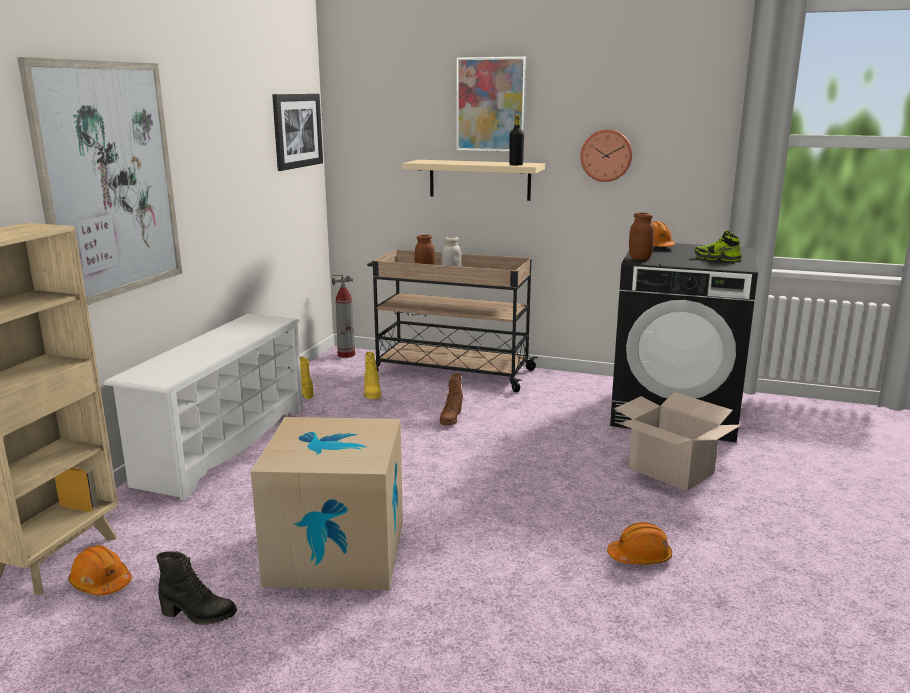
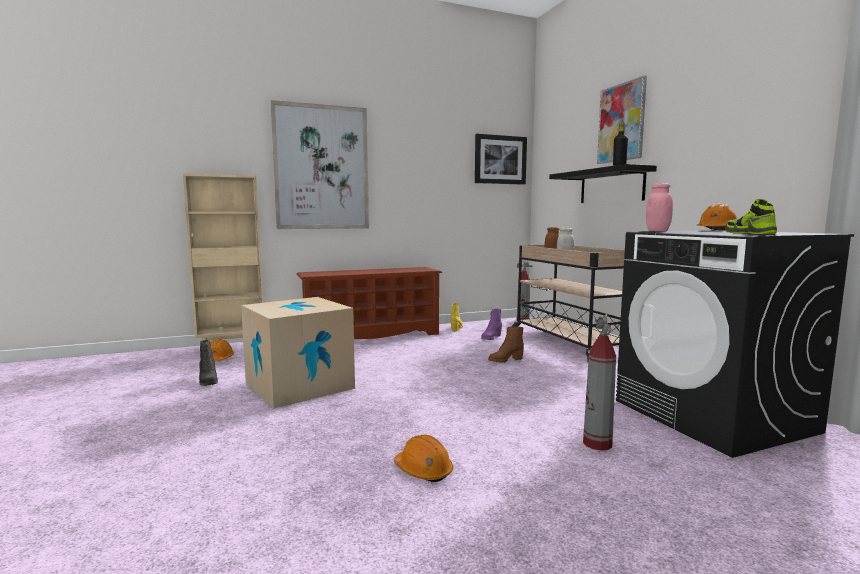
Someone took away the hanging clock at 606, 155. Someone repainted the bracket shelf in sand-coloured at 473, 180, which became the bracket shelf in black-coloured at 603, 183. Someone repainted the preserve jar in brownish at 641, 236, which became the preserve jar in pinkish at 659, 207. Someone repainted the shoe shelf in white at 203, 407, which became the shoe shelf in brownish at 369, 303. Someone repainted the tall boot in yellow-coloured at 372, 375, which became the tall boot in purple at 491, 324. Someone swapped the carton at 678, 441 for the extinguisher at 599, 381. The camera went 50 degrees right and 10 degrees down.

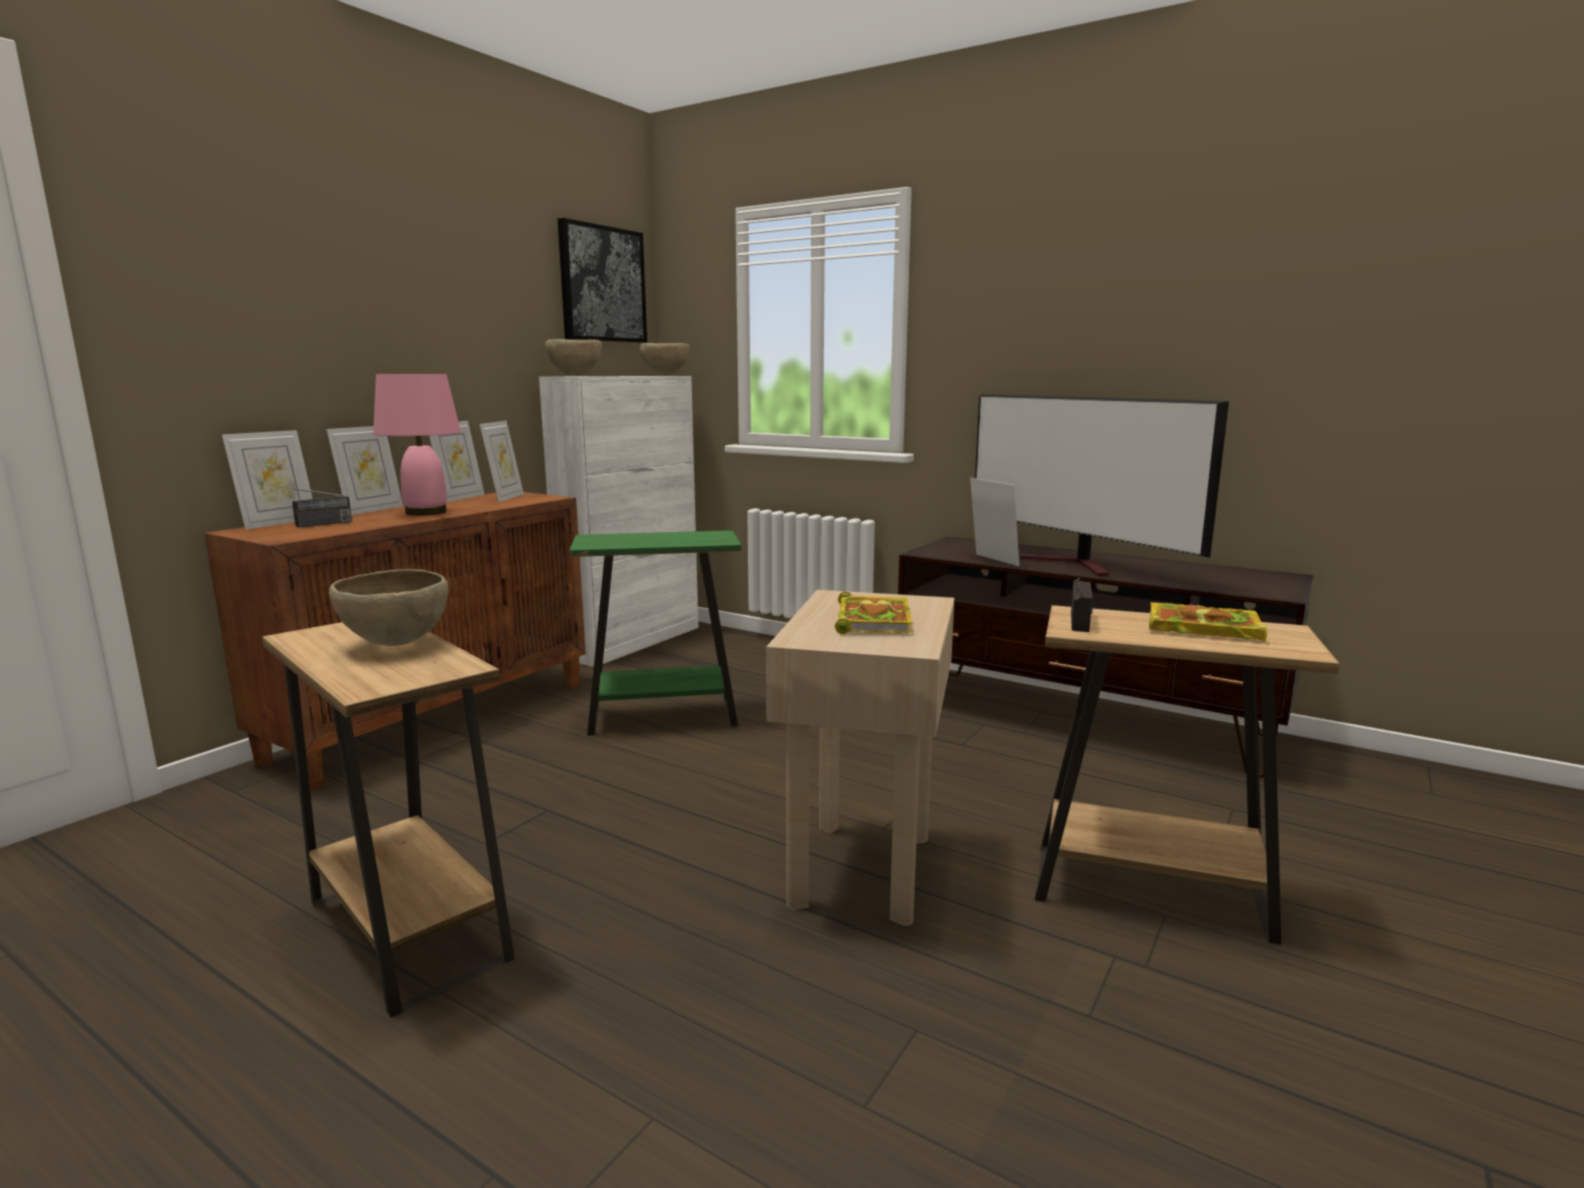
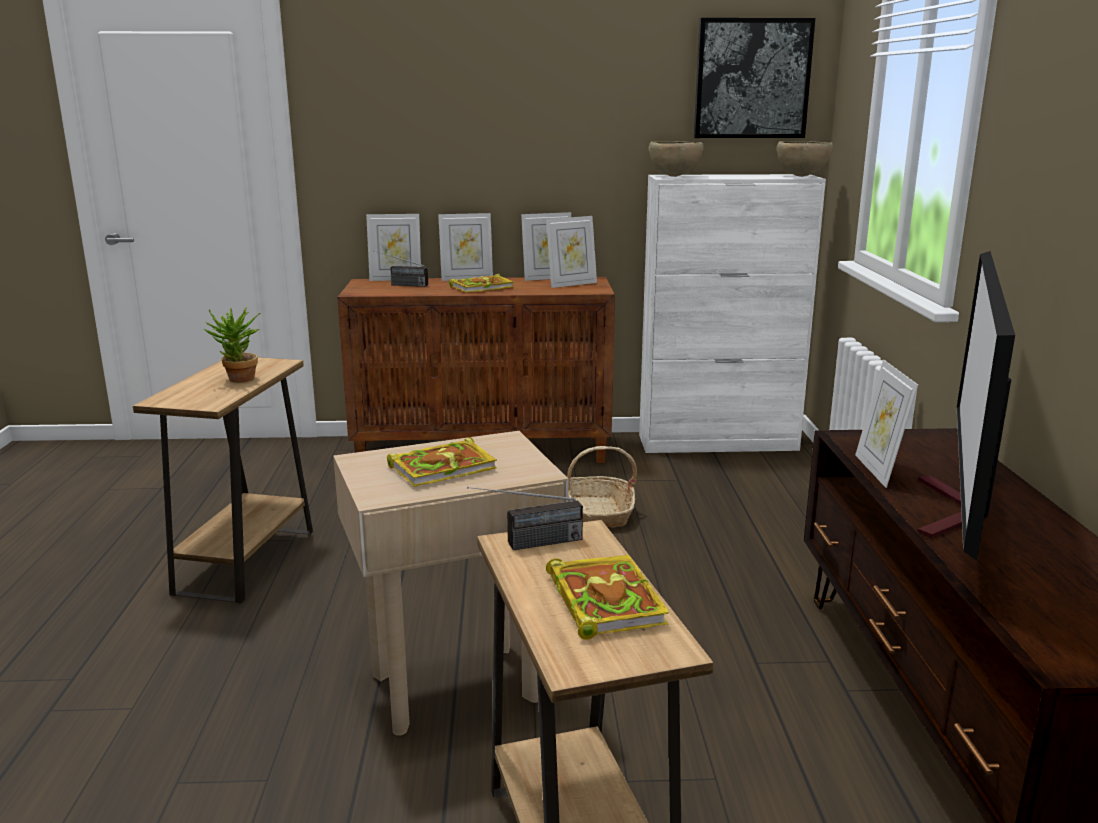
Someone swapped the tabletop lamp in pinkish at 417, 444 for the book at 481, 283. Someone rotated the picture frame at 994, 522 by 150 degrees clockwise. Someone swapped the side table in green-coloured at 655, 633 for the household basket at 602, 486. Someone swapped the deep dish in brownish at 388, 607 for the potted plant at 232, 344. The camera went 55 degrees right and 5 degrees up.

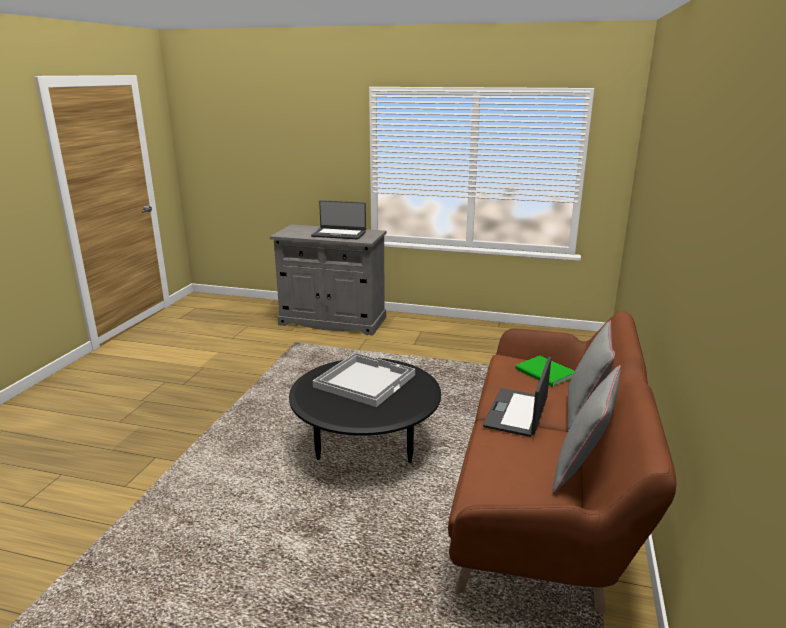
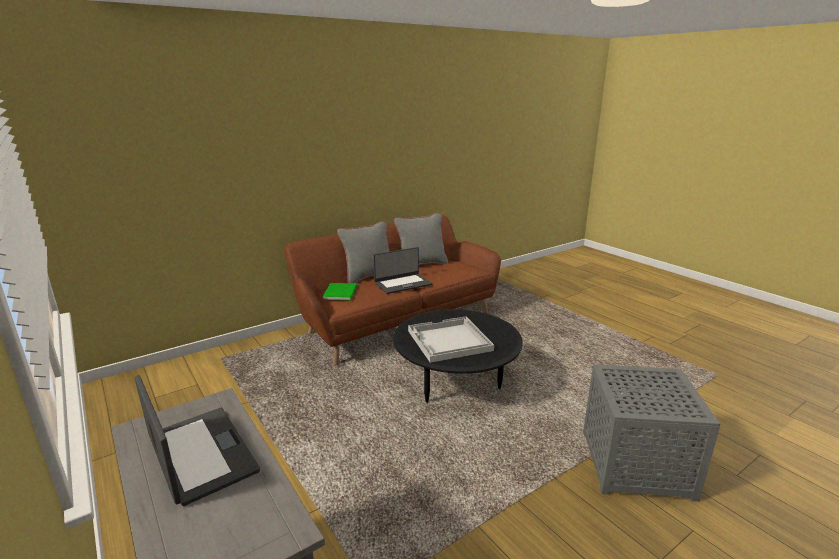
Someone put down the side table in grey at 651, 433. The camera went 140 degrees left and 0 degrees up.

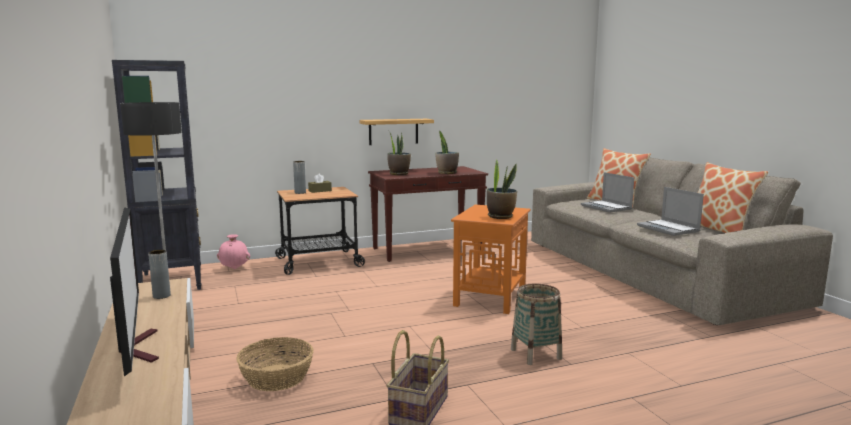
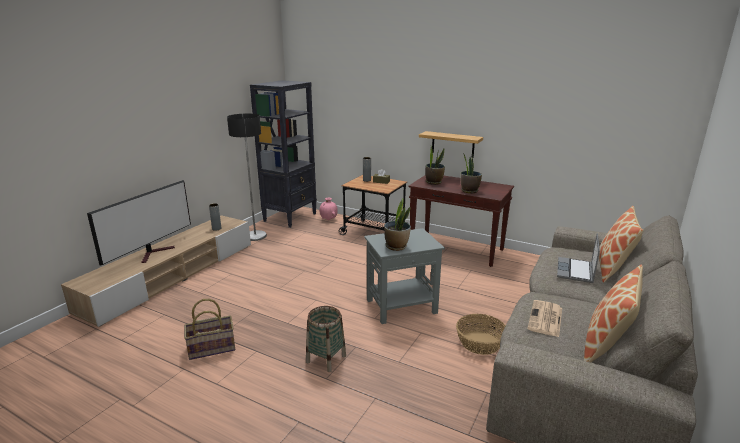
Someone swapped the portable computer at 670, 211 for the newspaper at 544, 318. Someone repainted the side table in orange-coloured at 491, 259, which became the side table in grey at 404, 276. Someone carried the household basket from 274, 364 to 481, 334. The camera went 50 degrees right and 10 degrees up.

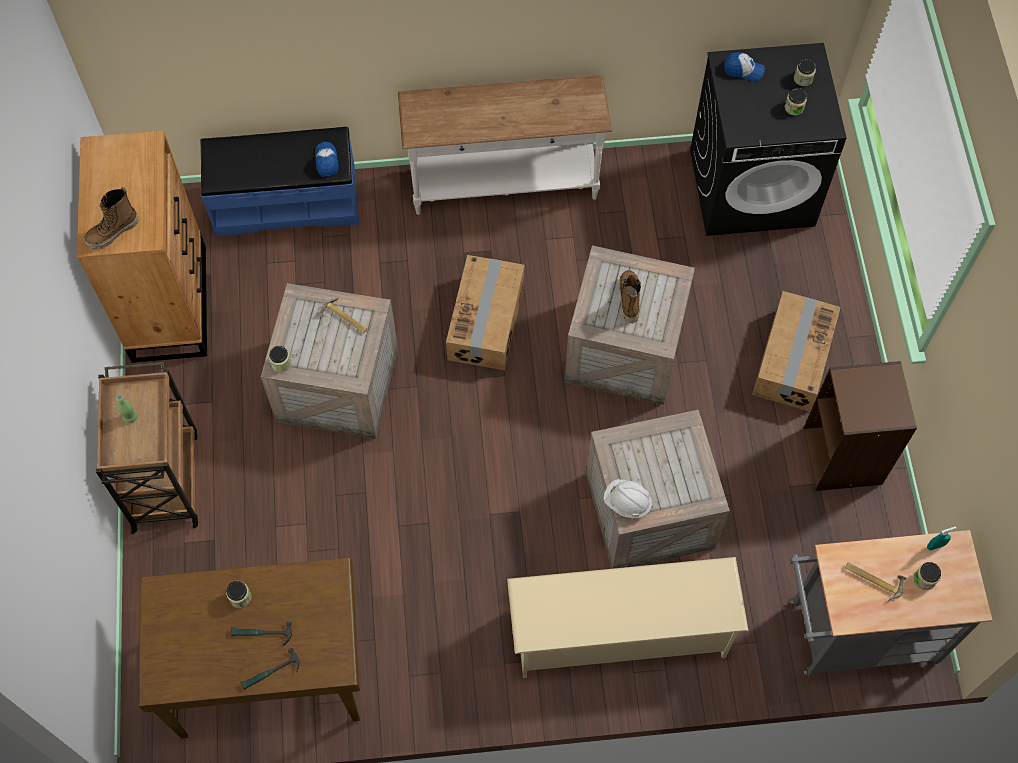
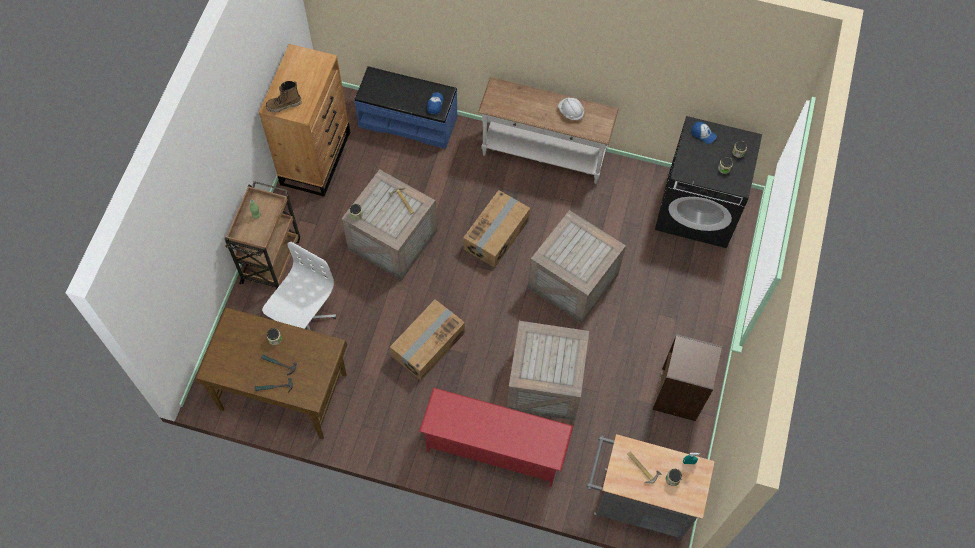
Someone took away the tall boot at 630, 296. Someone carried the carton from 796, 351 to 427, 339. Someone carried the hard hat in white from 628, 498 to 571, 109. Someone repainted the shoe shelf in sand-coloured at 628, 617, which became the shoe shelf in red at 496, 437. Someone put down the office chair in white at 299, 286. The camera went 20 degrees right and 0 degrees up.

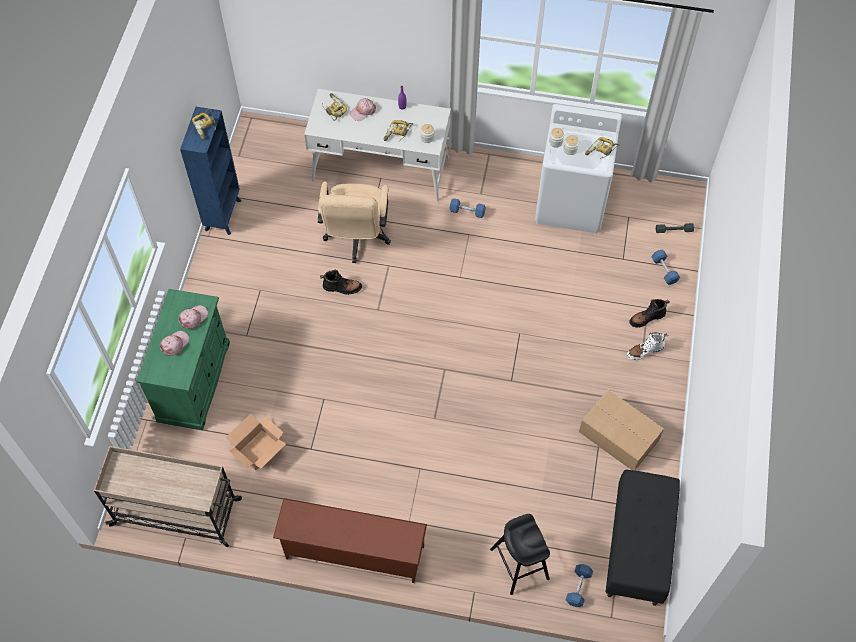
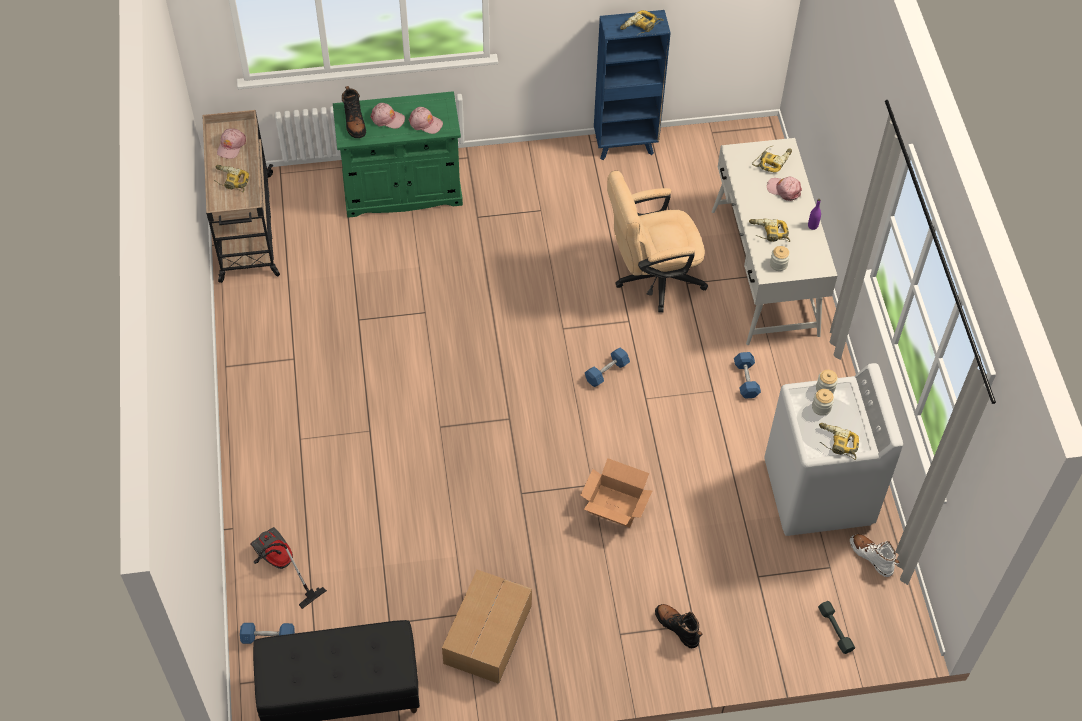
Someone carried the hand weight in blue from 665, 267 to 607, 367. Someone carried the tall boot in black-coloured from 341, 282 to 354, 112. Someone carried the tall boot in white from 647, 346 to 875, 555. Someone carried the carton from 256, 442 to 617, 493. Someone took away the shoe shelf in brownish at 350, 540. Someone swapped the stool seat in black-coloured at 520, 554 for the vacuum cleaner at 288, 568. Someone put down the baseball cap in pinkish at 231, 143. Someone put down the electric drill at 231, 178. The camera went 70 degrees right and 5 degrees down.

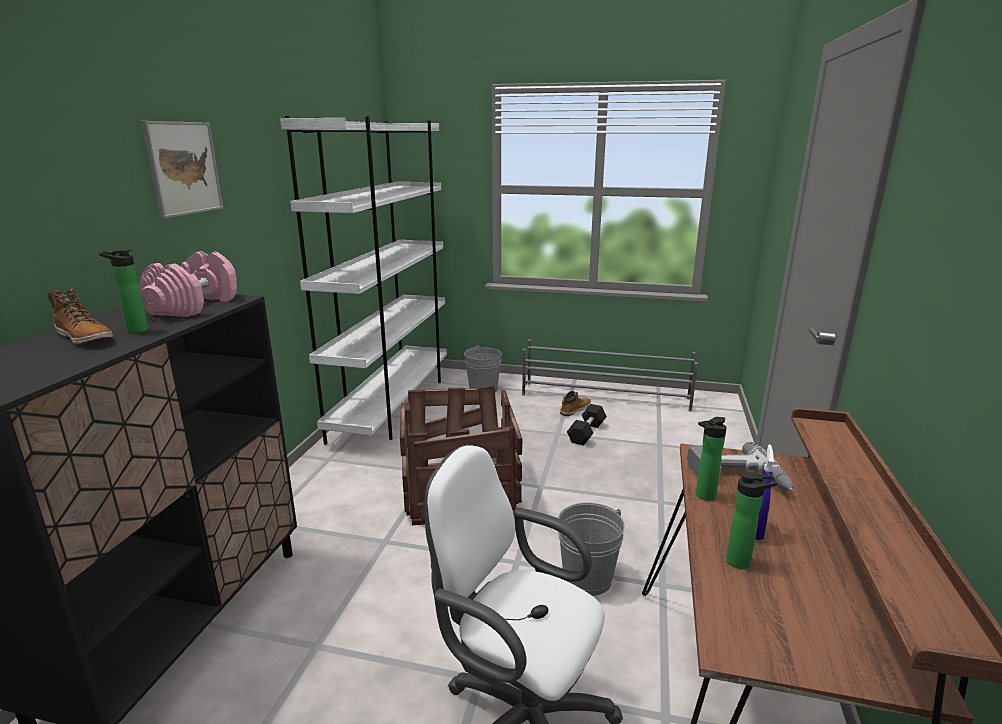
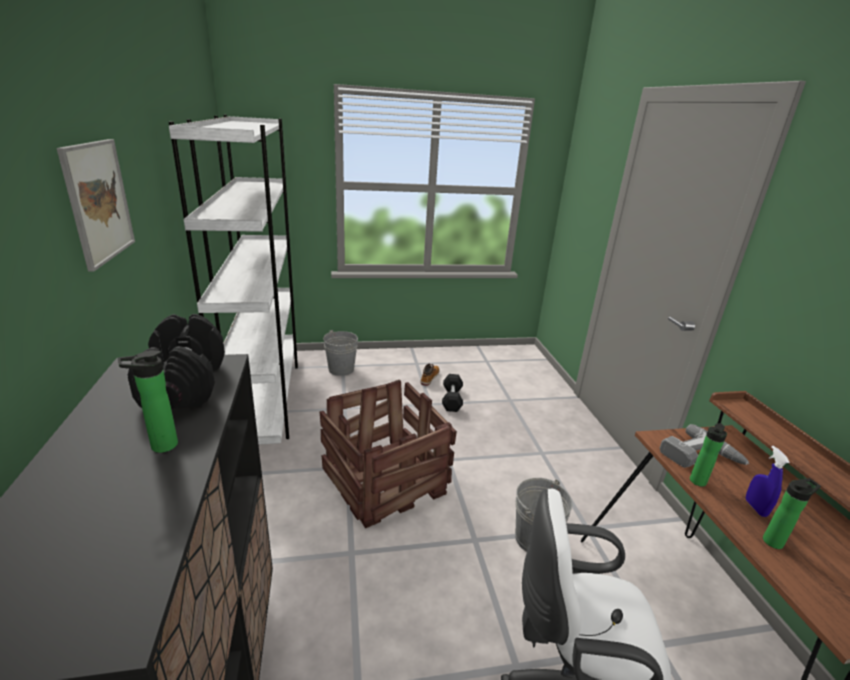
Someone repainted the hand weight in pinkish at 187, 284, which became the hand weight in black-coloured at 176, 361. Someone took away the tall boot at 80, 316. Someone took away the shoe shelf in grey at 610, 376. The camera went 25 degrees left and 5 degrees up.

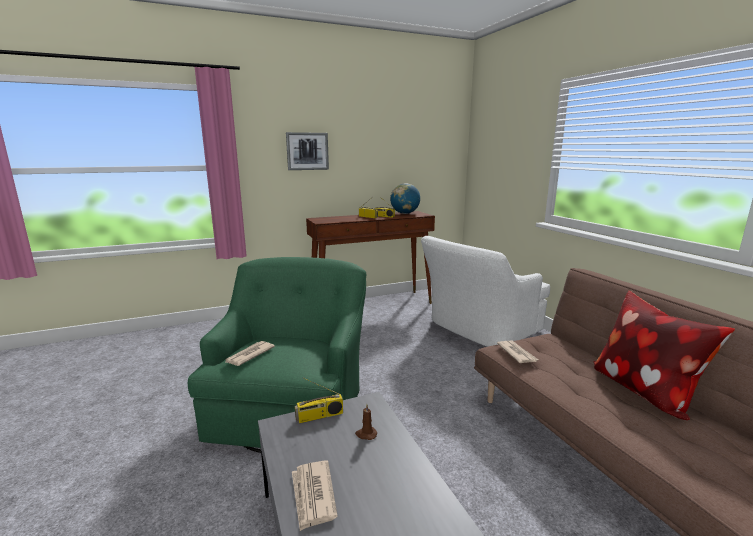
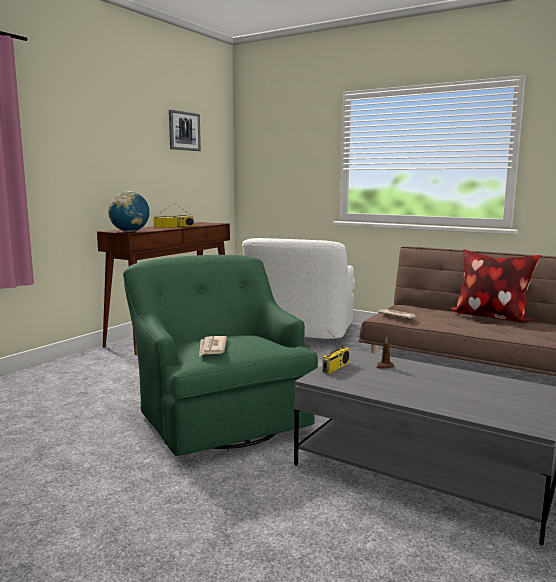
Someone carried the wall picture from 307, 151 to 185, 130. Someone carried the world globe from 405, 198 to 129, 211. Someone took away the newspaper at 314, 495. The camera went 35 degrees left and 5 degrees down.

